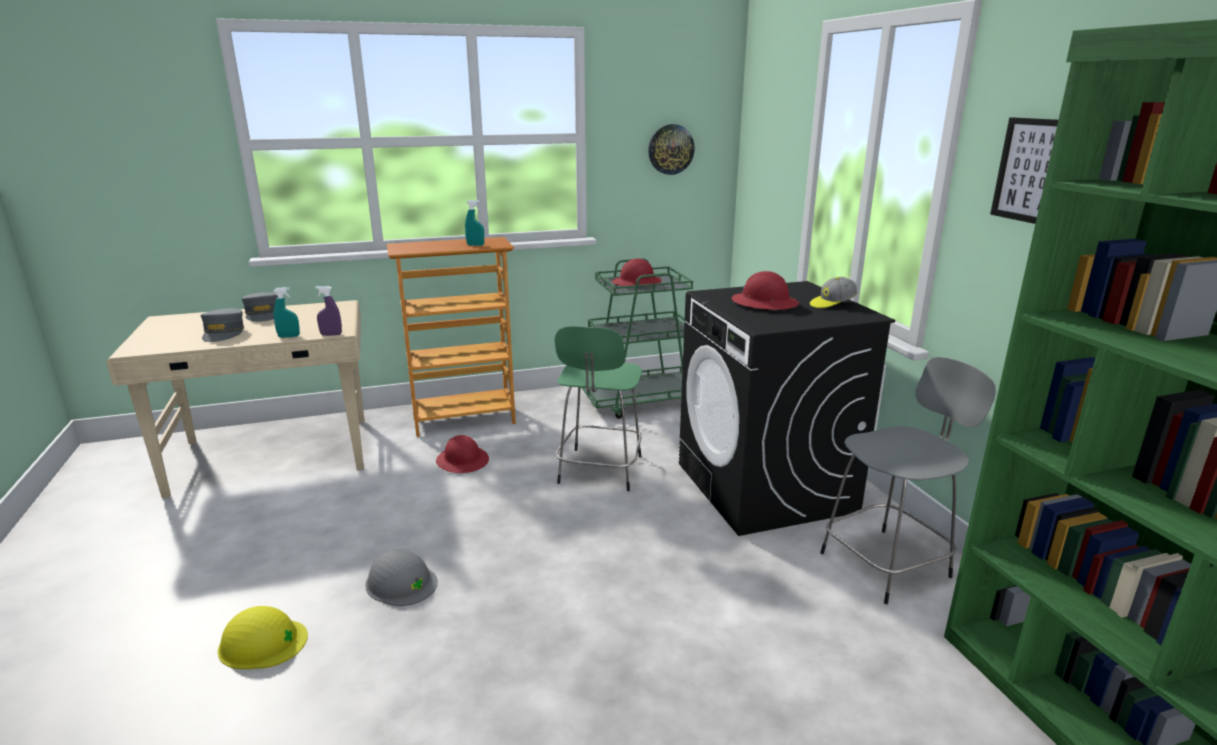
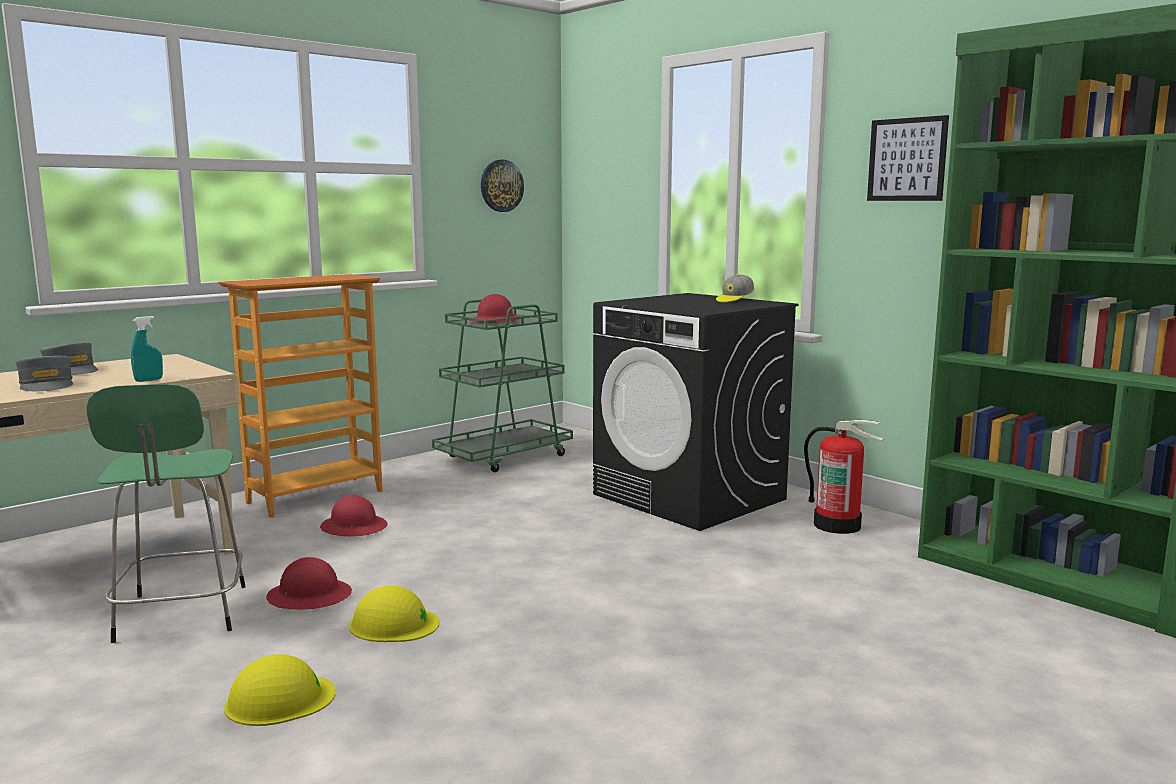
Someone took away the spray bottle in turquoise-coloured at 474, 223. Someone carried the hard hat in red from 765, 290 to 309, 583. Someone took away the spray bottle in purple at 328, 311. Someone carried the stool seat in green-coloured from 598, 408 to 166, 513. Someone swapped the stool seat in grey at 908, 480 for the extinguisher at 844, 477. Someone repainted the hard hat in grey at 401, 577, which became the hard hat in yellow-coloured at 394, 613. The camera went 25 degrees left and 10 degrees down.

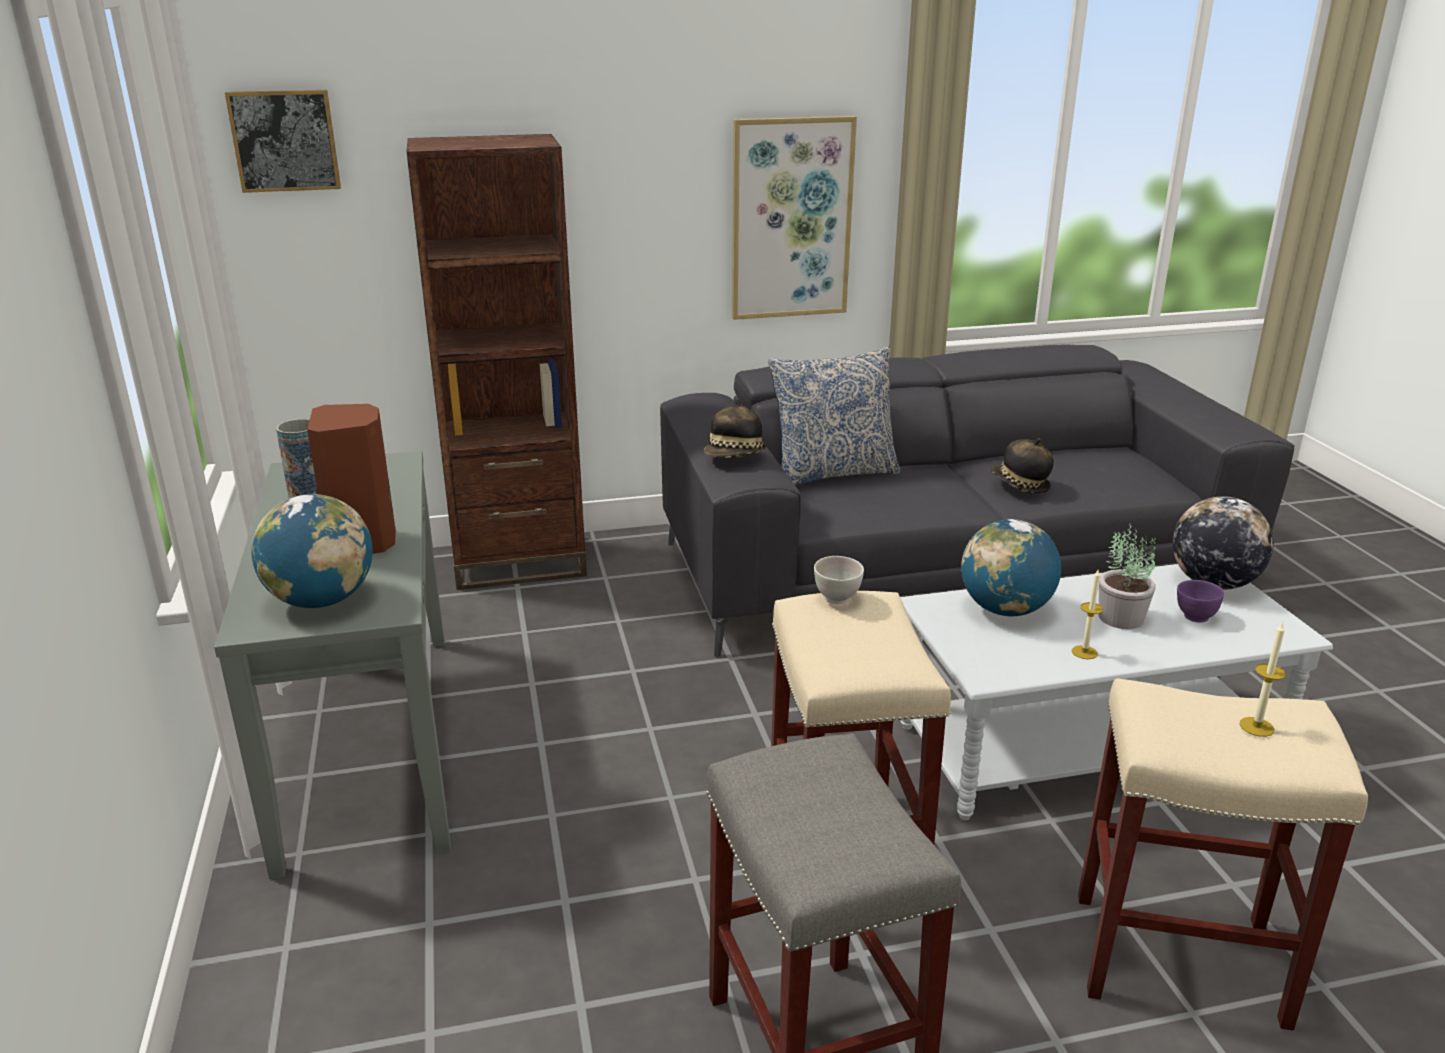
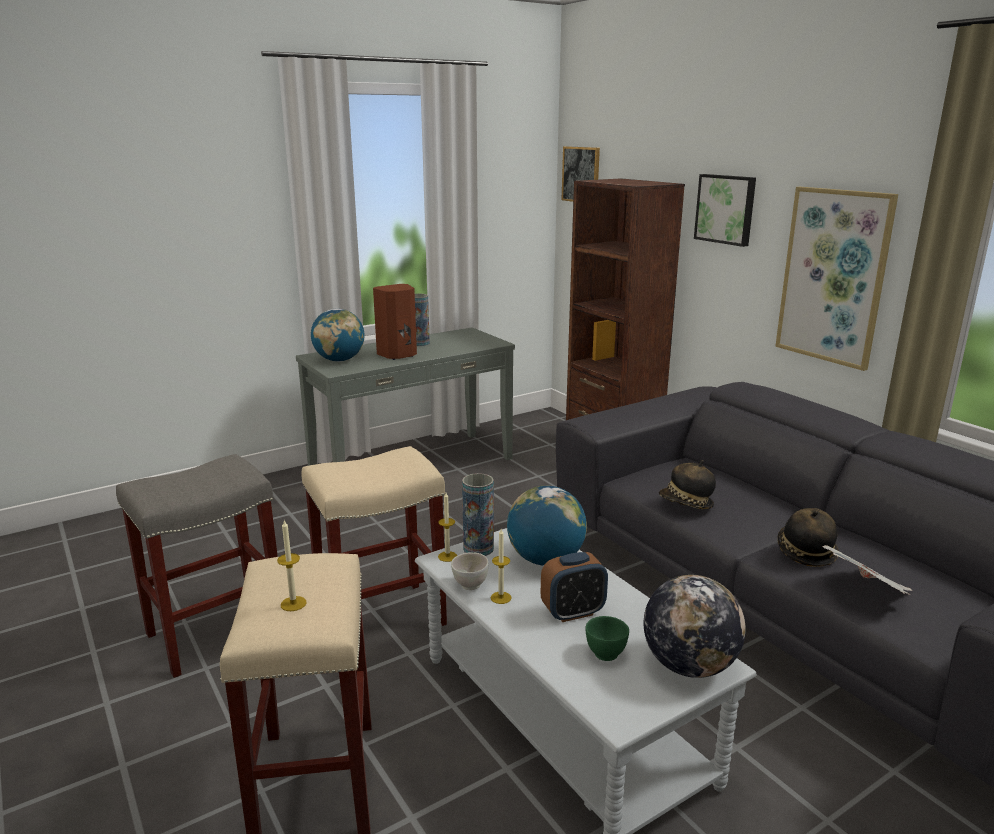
Someone took away the cushion at 834, 415. Someone carried the clothing hat from 735, 428 to 687, 484. Someone swapped the potted plant at 1127, 576 for the table clock at 574, 587. Someone carried the deep dish in white from 839, 580 to 469, 571. Someone repainted the deep dish in purple at 1200, 601, which became the deep dish in green-coloured at 607, 638. Someone put up the wall picture at 725, 210. Someone put down the decorative vase at 478, 514. Someone put down the candle at 447, 527. Someone put down the newspaper at 867, 570. The camera went 70 degrees right and 5 degrees down.

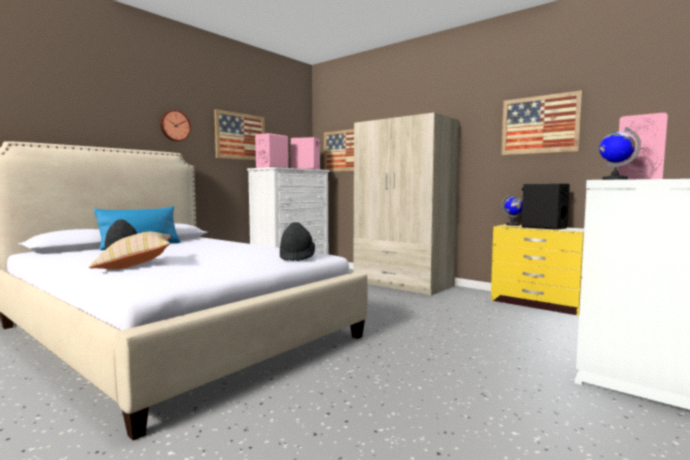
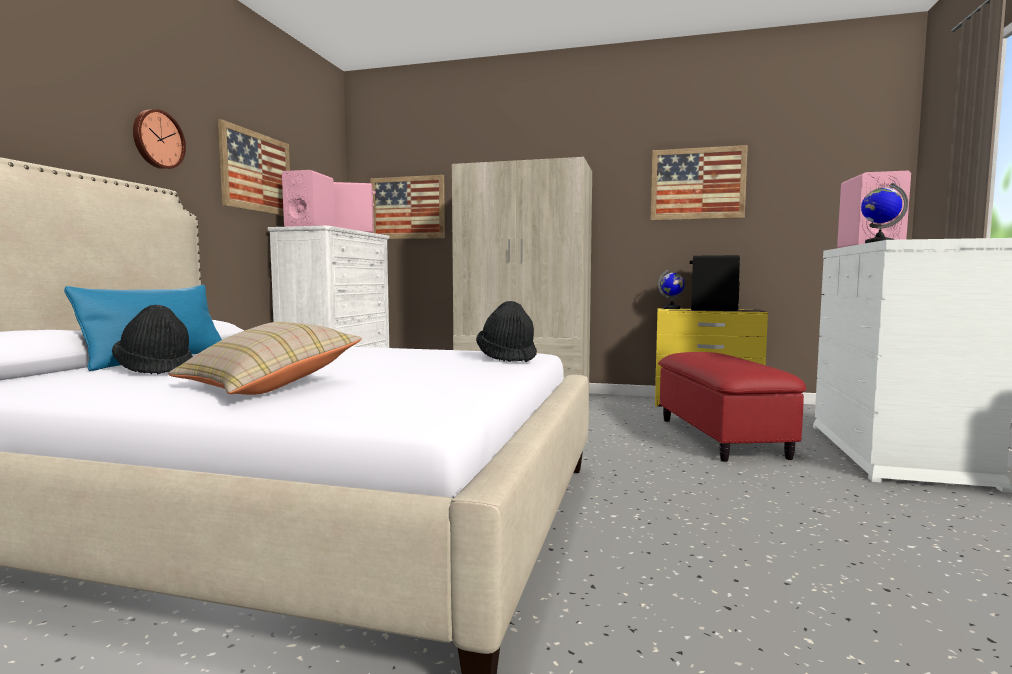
Someone put down the ottoman in red at 732, 407. The camera went 25 degrees left and 0 degrees up.

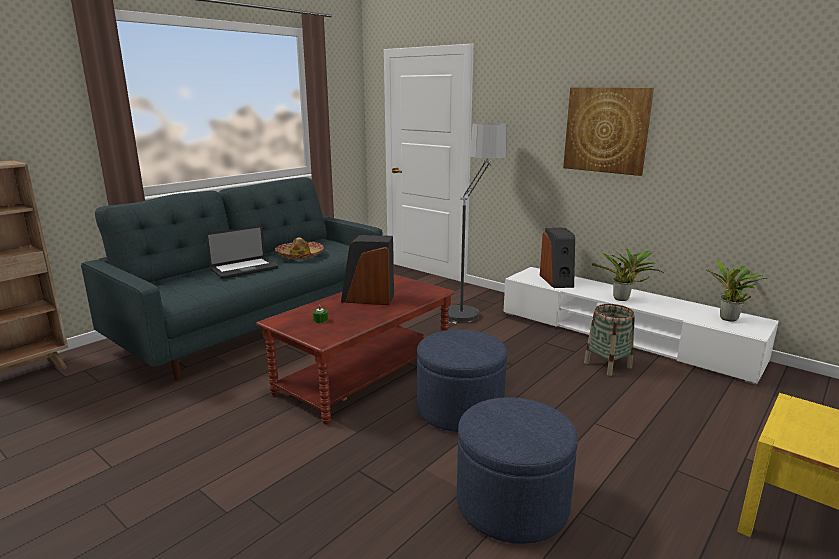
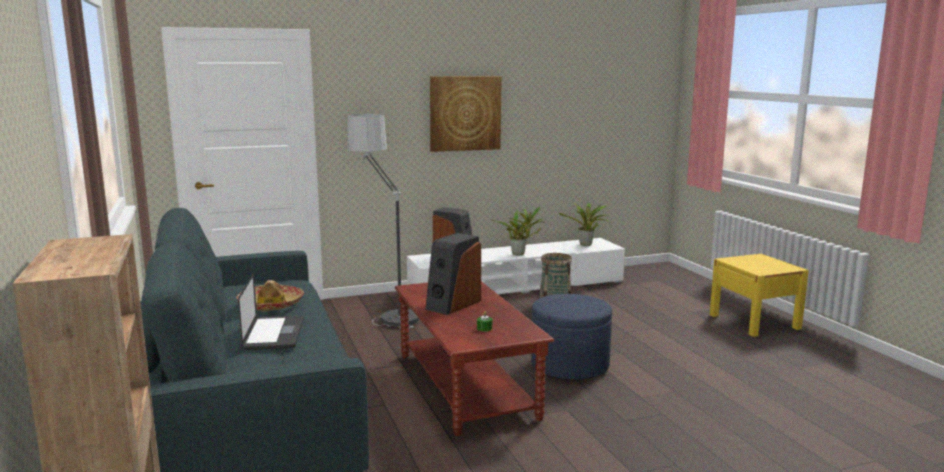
Someone took away the ottoman in blue at 517, 470. The camera went 60 degrees left and 5 degrees down.

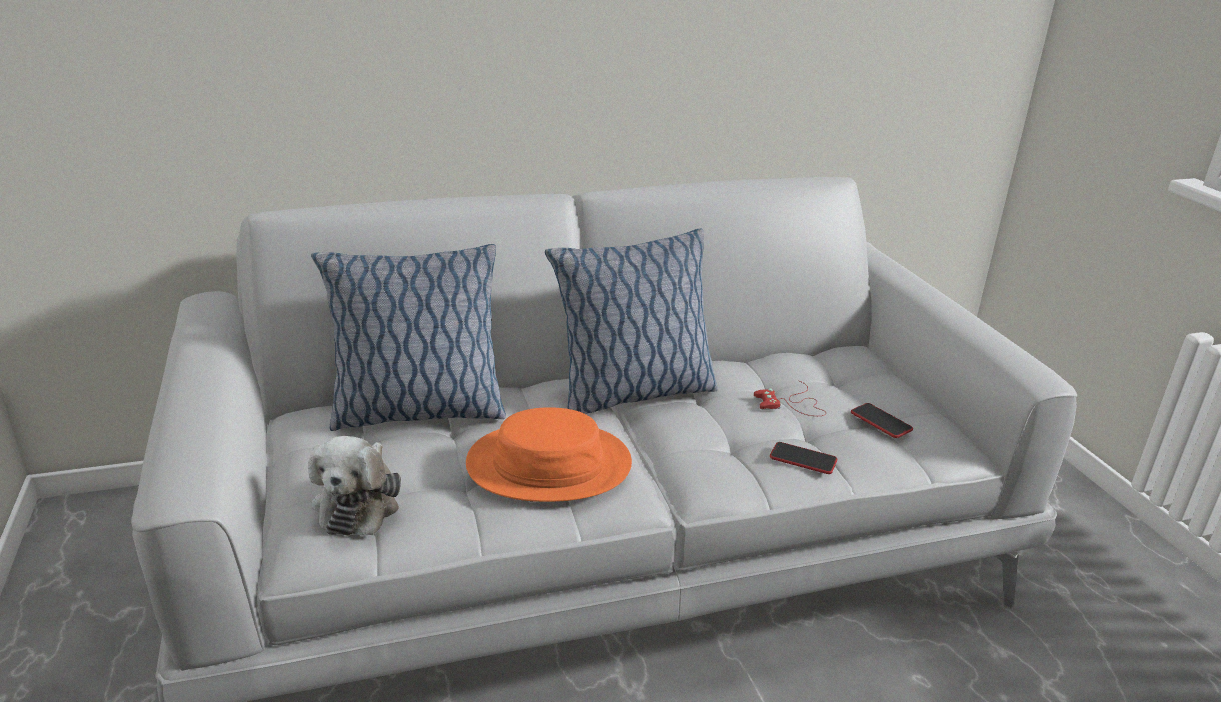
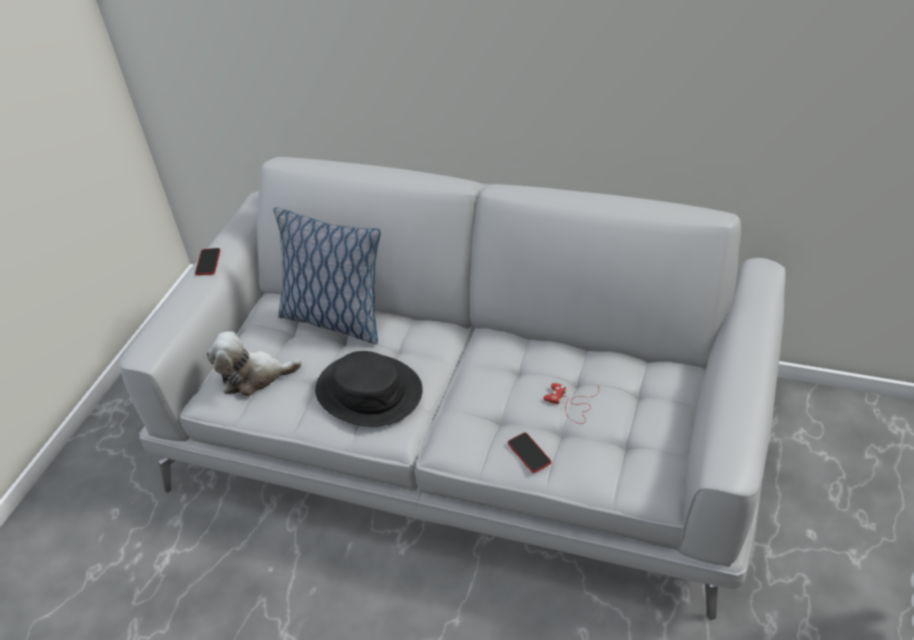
Someone took away the cushion at 631, 321. Someone carried the handset from 882, 420 to 208, 262. Someone repainted the clothing hat in orange-coloured at 549, 454, which became the clothing hat in black-coloured at 369, 389. Someone rotated the plush toy at 354, 486 by 45 degrees clockwise. The camera went 40 degrees right and 15 degrees up.

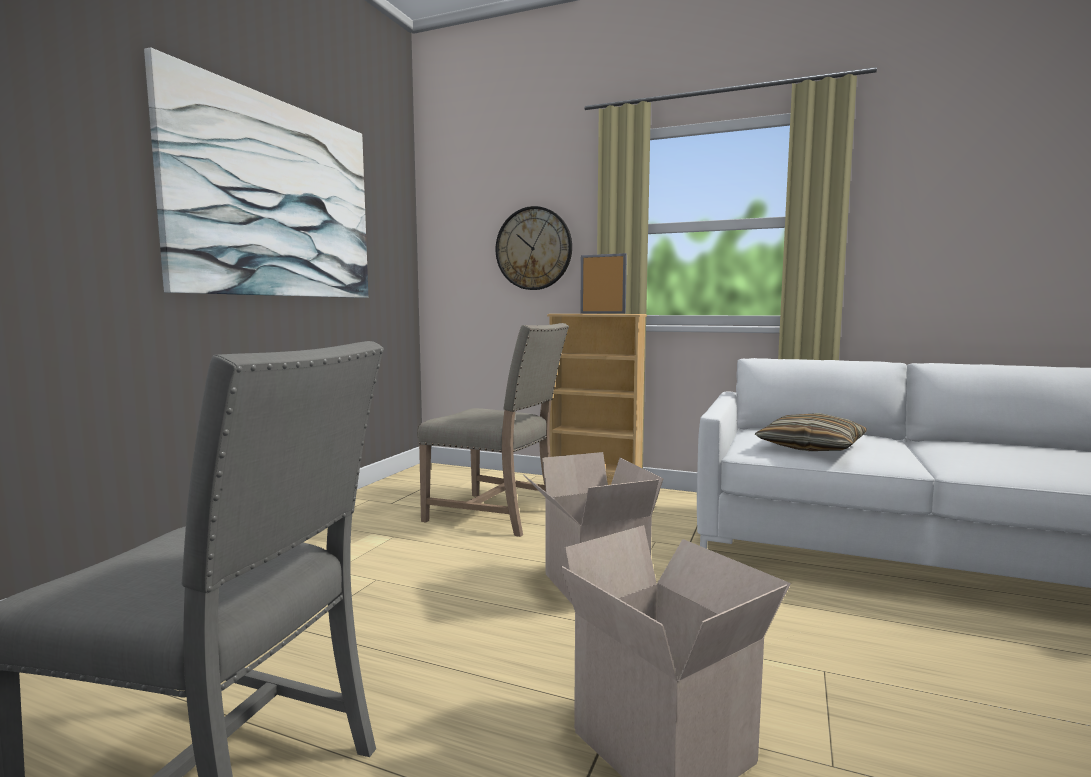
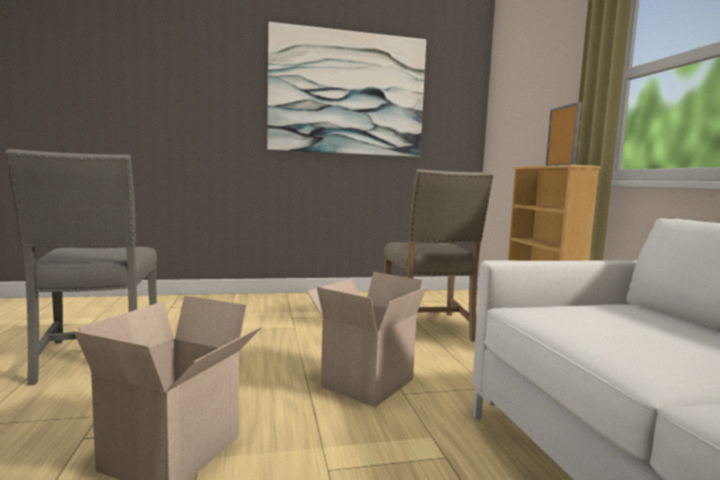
Someone took away the hanging clock at 534, 248. Someone took away the cushion at 811, 432. The camera went 55 degrees right and 0 degrees up.

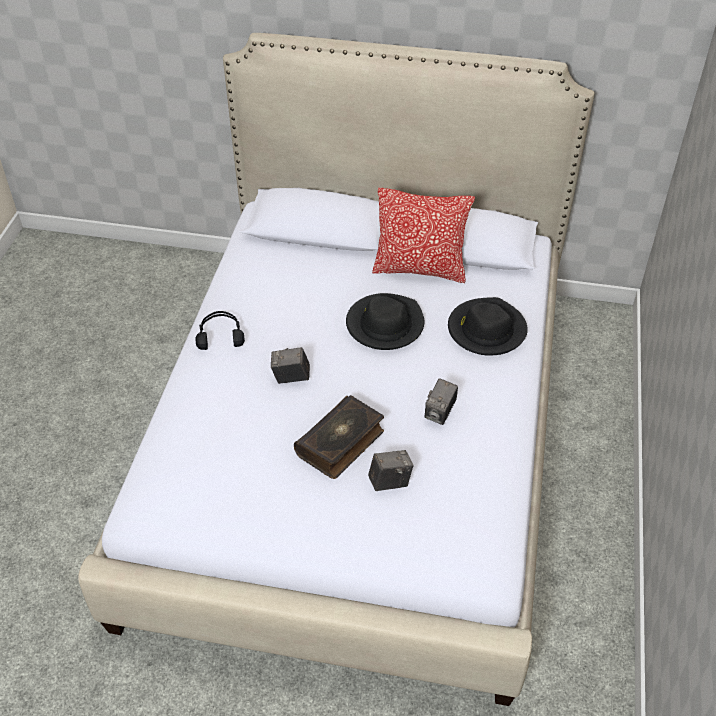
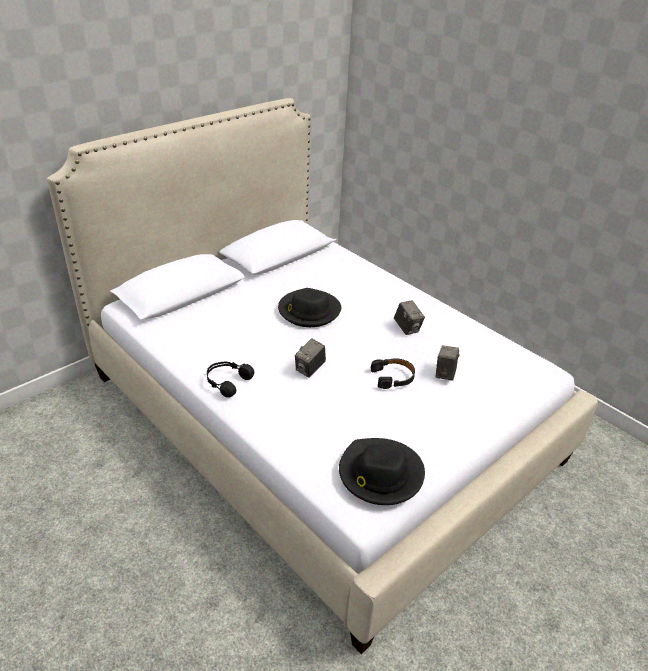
Someone took away the cushion at 423, 235. Someone carried the clothing hat in black-coloured from 488, 326 to 382, 471. Someone swapped the book at 339, 437 for the headset in black-coloured at 393, 373. The camera went 55 degrees left and 10 degrees down.

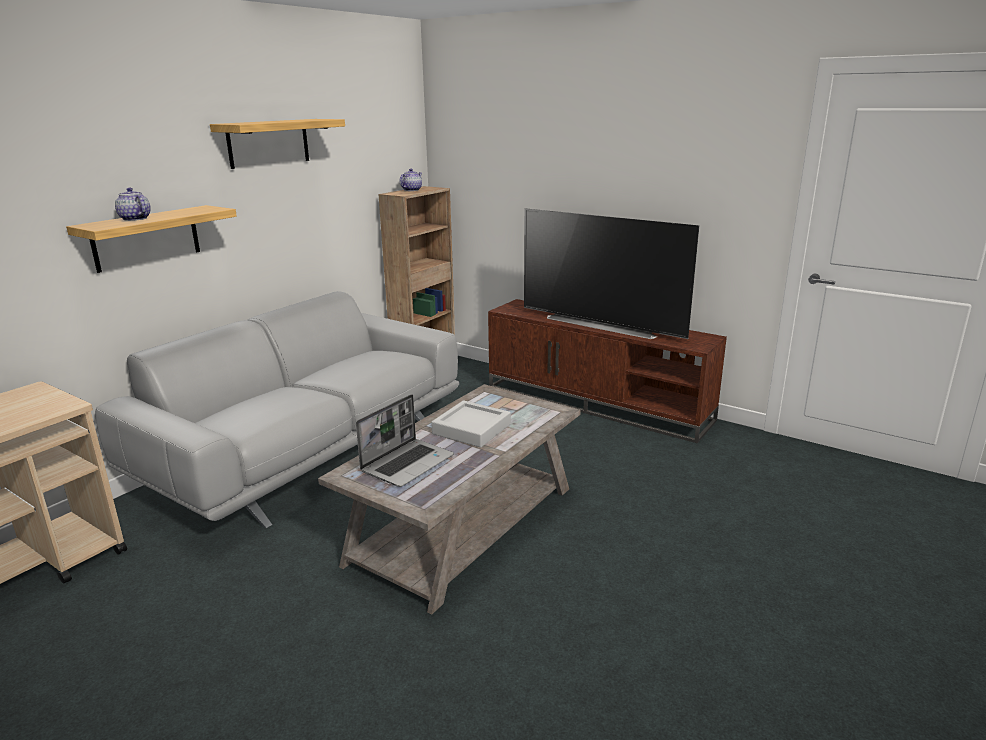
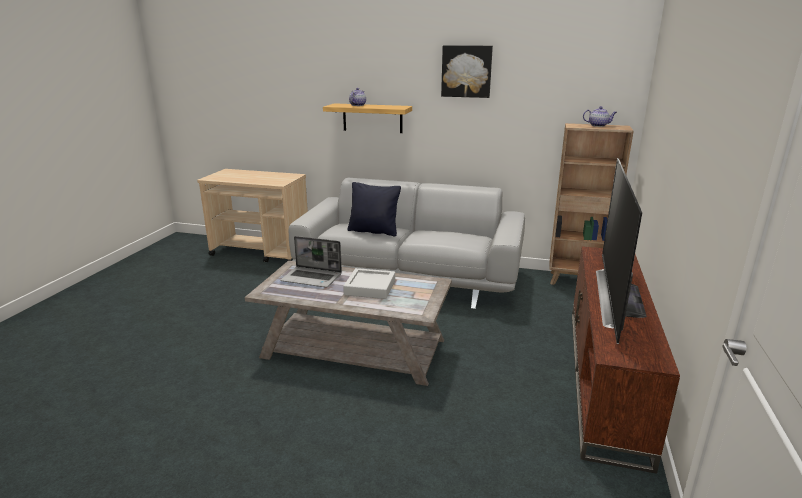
Someone swapped the bracket shelf at 277, 144 for the wall picture at 467, 71. Someone put down the cushion in black-coloured at 374, 209. The camera went 70 degrees right and 0 degrees up.

